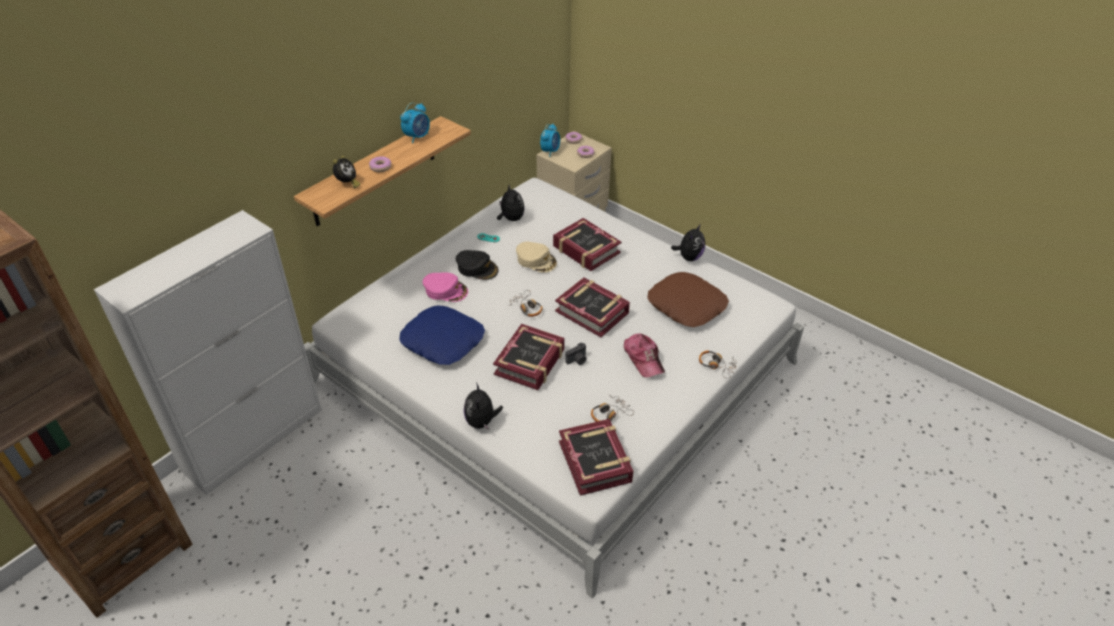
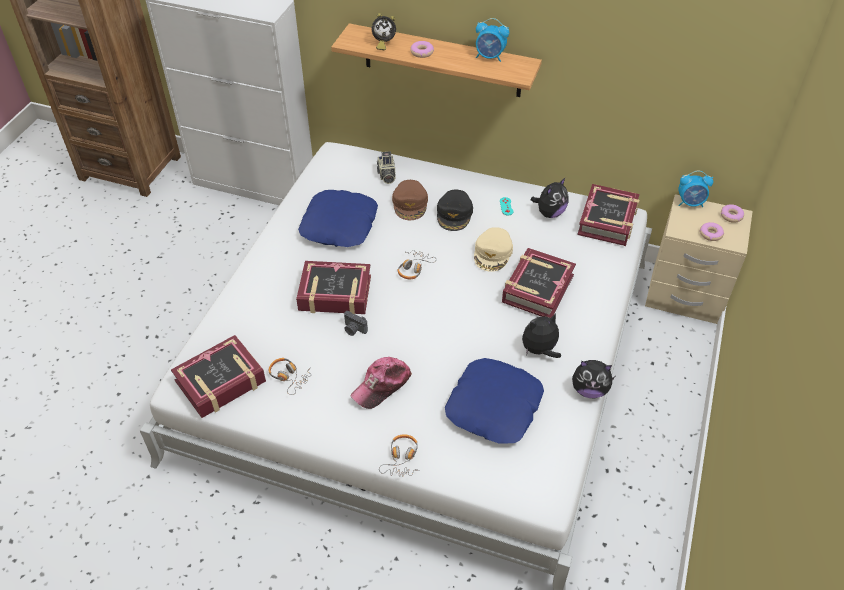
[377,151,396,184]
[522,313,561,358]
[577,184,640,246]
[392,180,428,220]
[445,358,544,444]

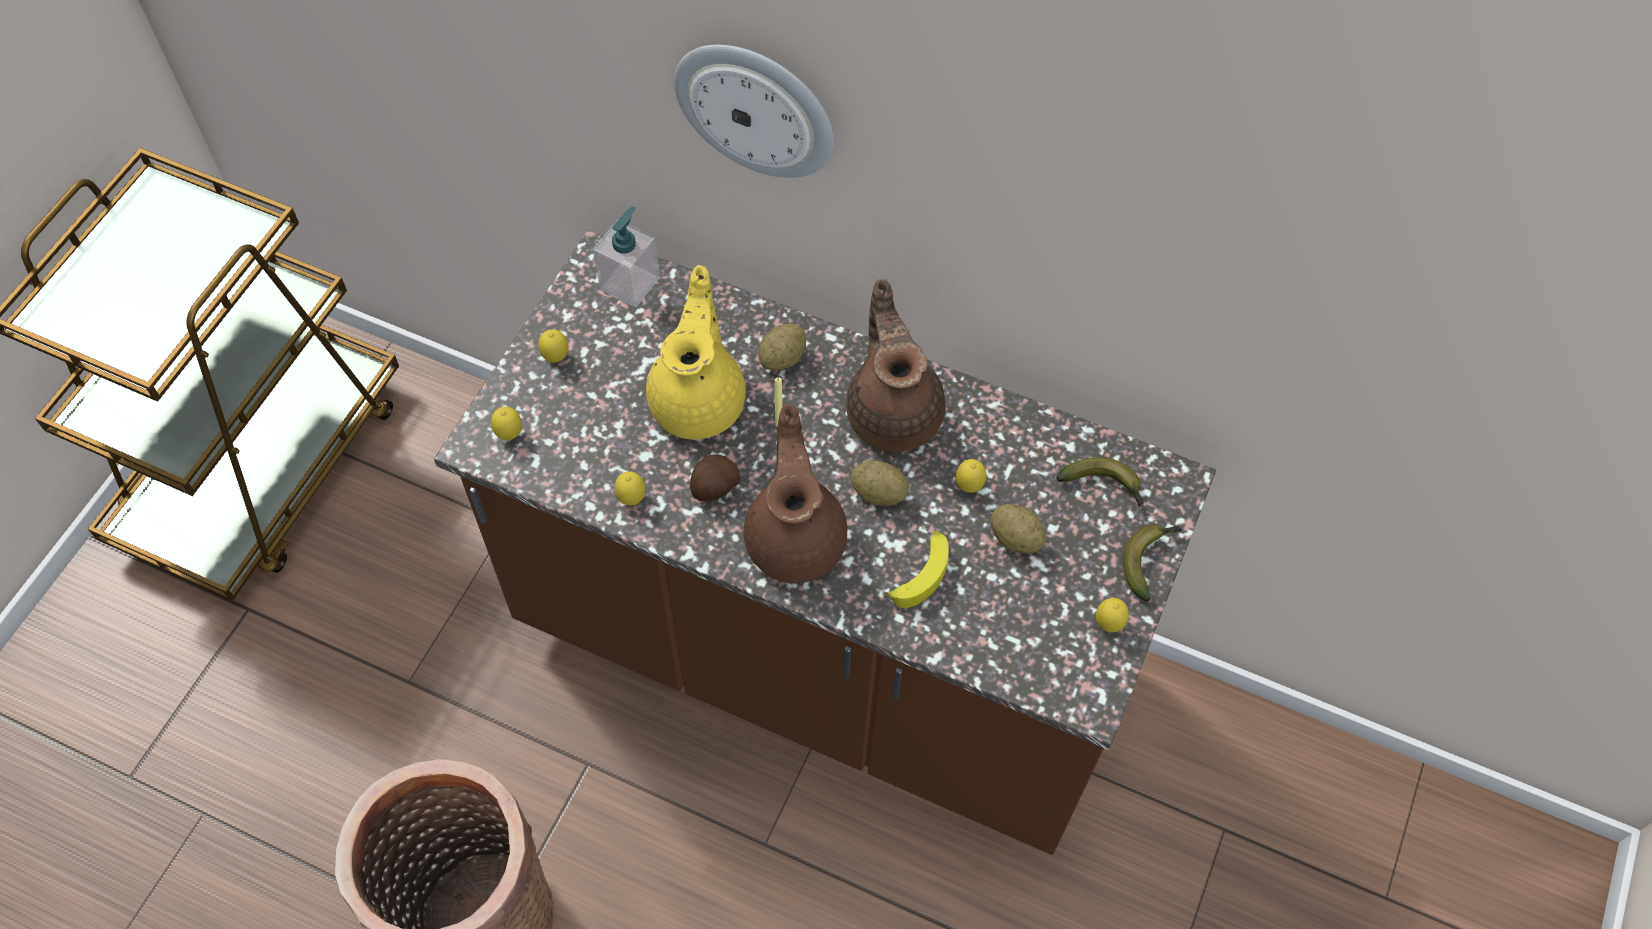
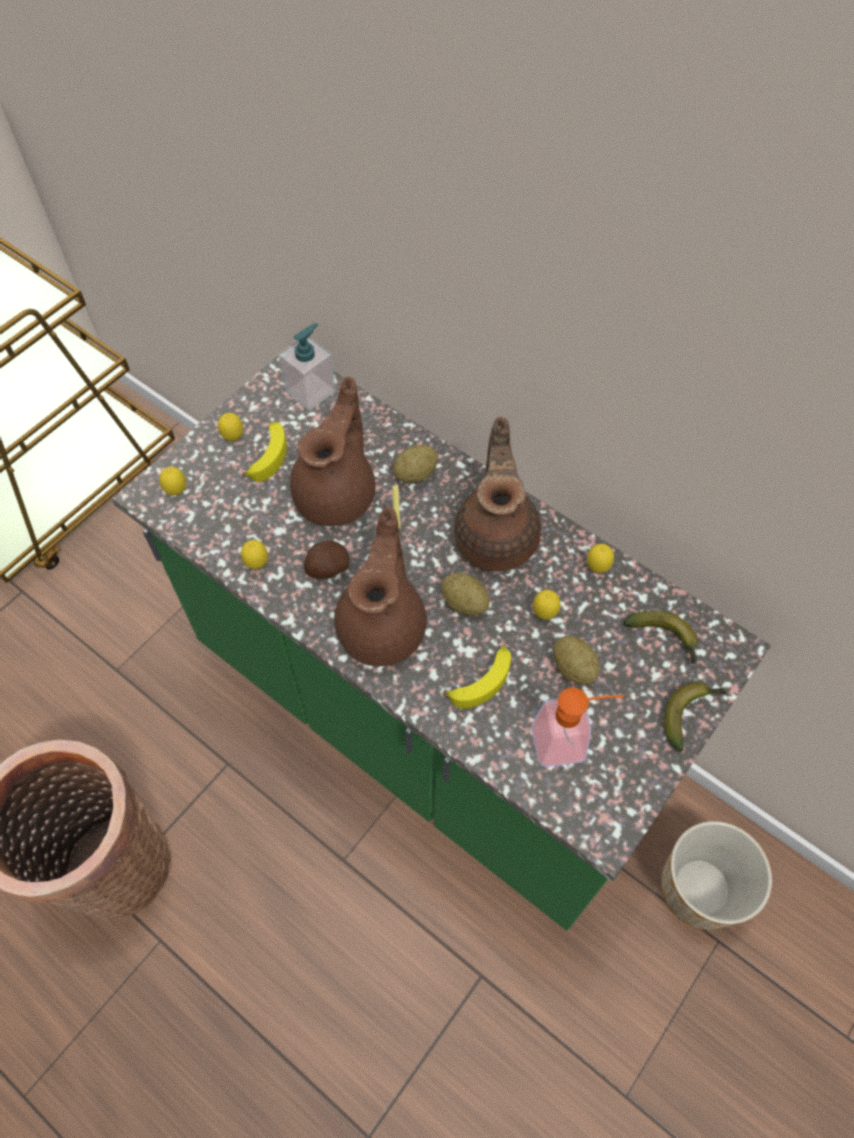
[674,45,834,178] (first image)
[242,421,287,482]
[531,687,624,767]
[661,821,772,930]
[587,544,614,573]
[112,355,771,931]
[290,376,375,526]

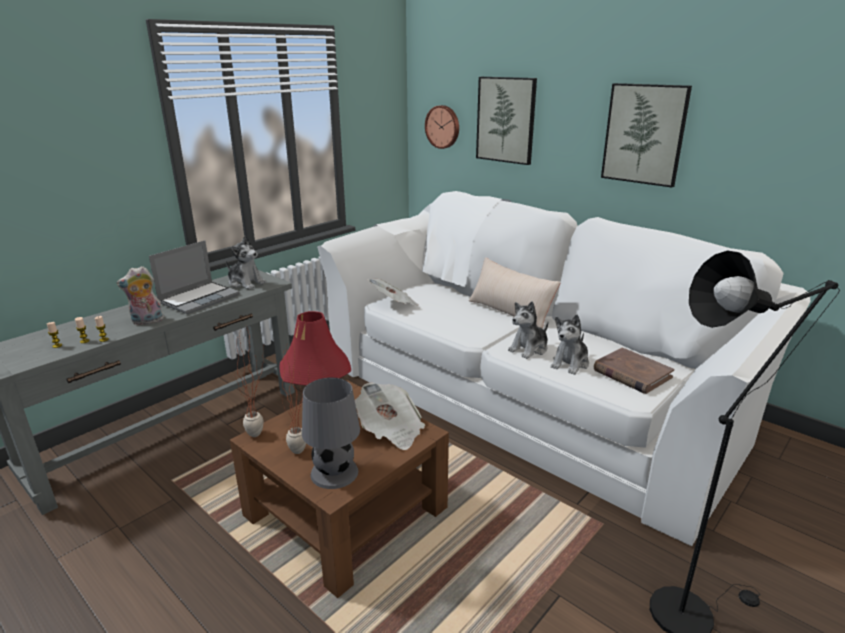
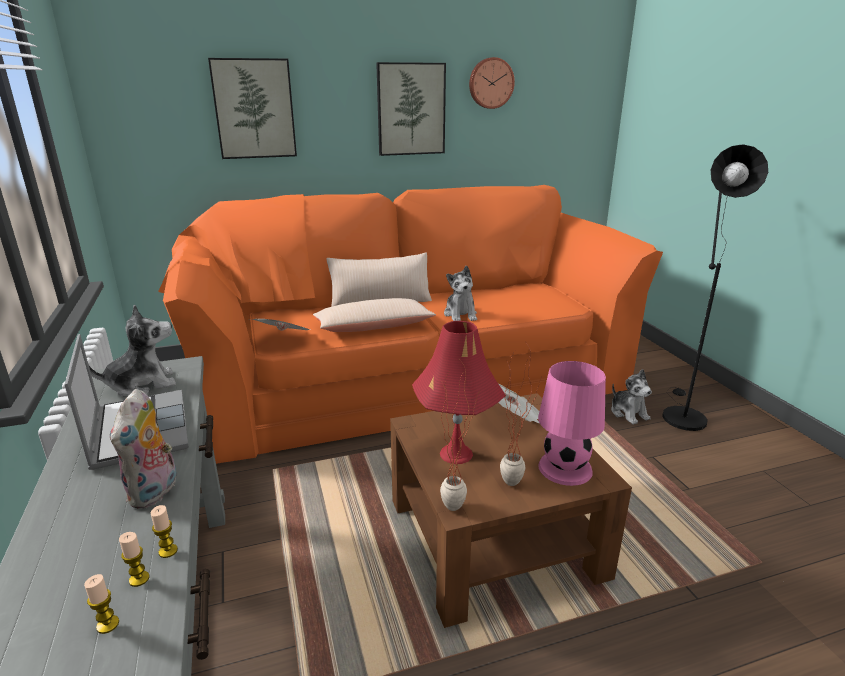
[594,347,674,394] (first image)
[313,298,436,332]
[469,57,515,109]
[611,369,652,424]
[538,361,606,486]
[158,185,663,464]

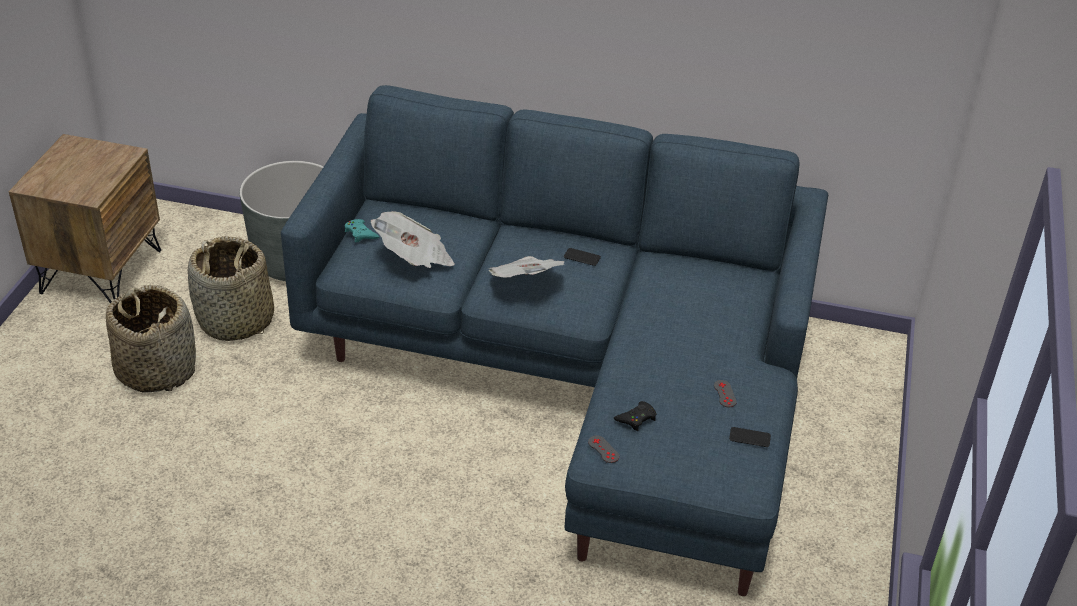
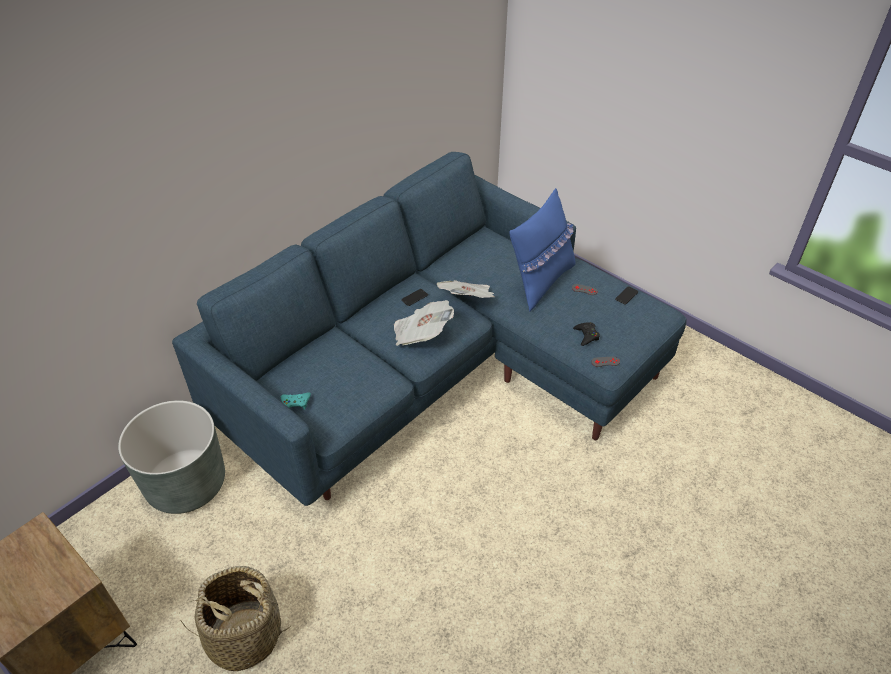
[188,236,274,341] (first image)
[509,188,576,312]
[437,280,494,298]

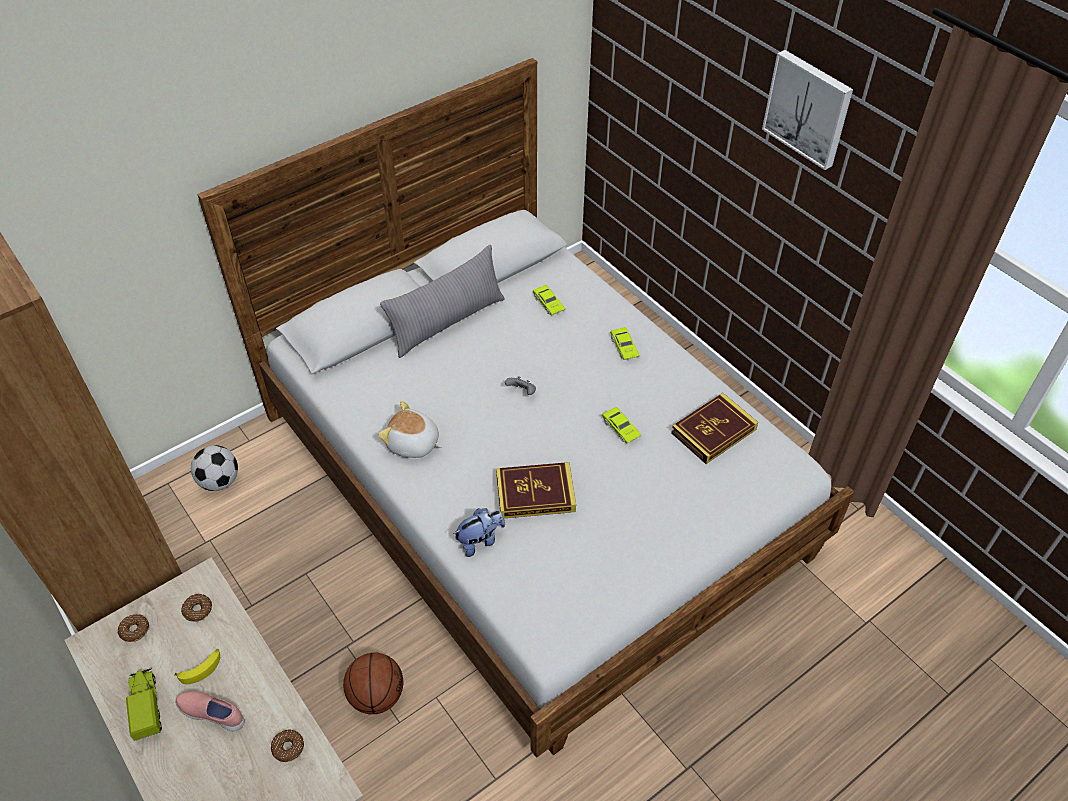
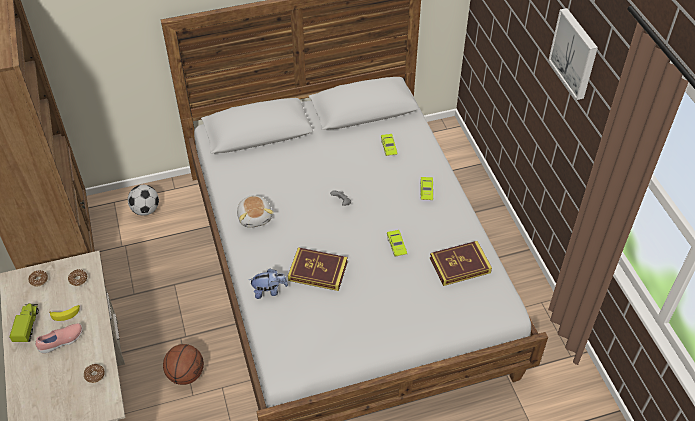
[380,245,504,358] (first image)
[35,323,83,353]
[237,195,274,228]

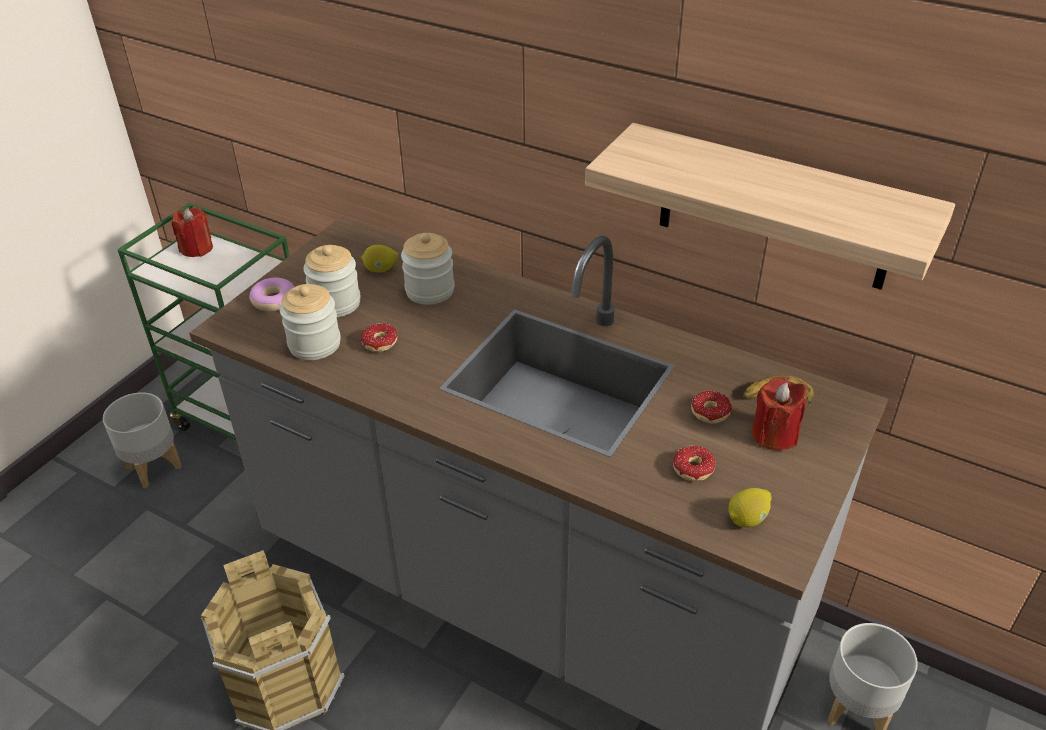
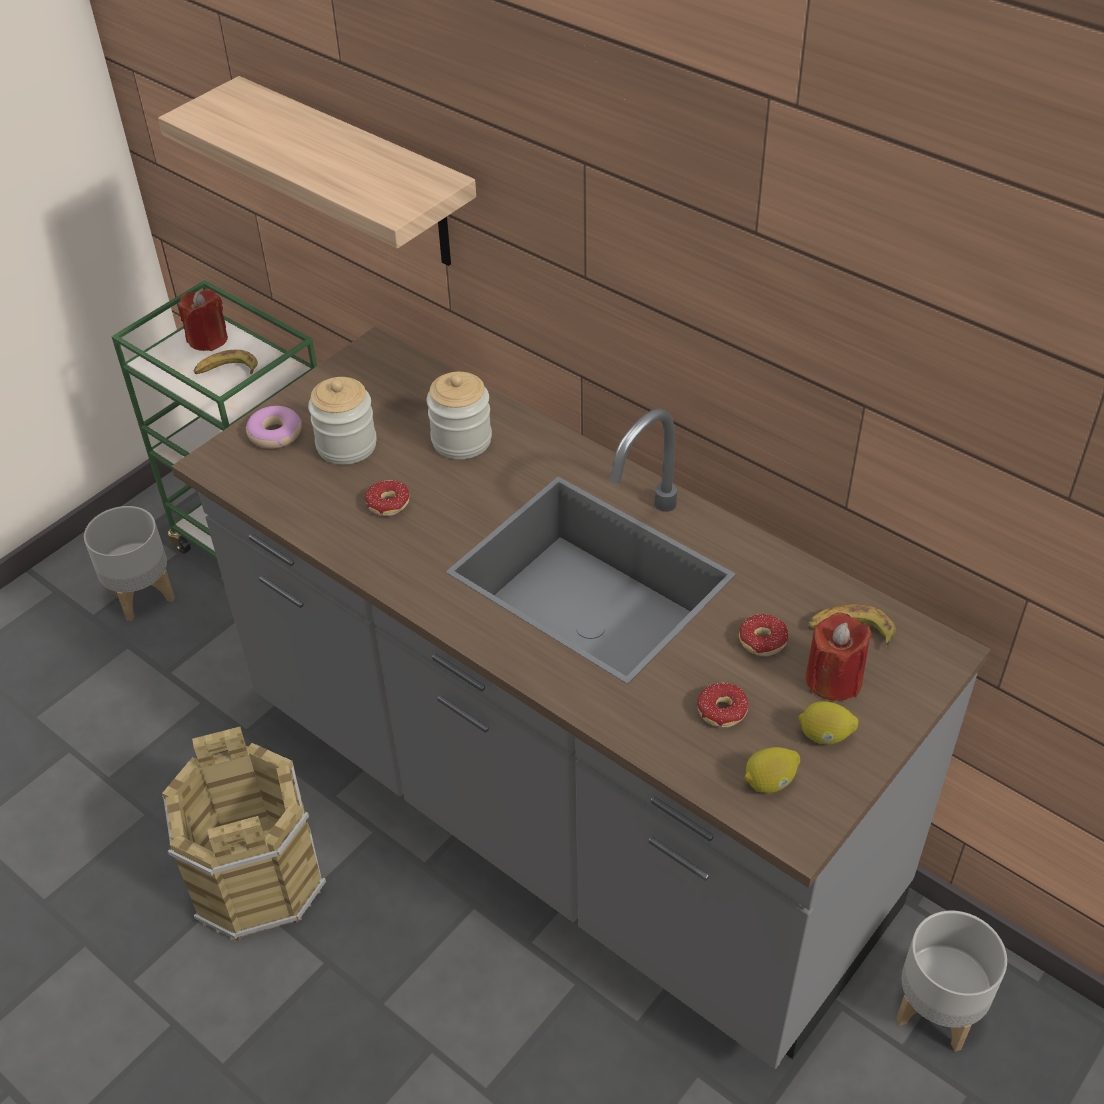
[280,284,341,360] (first image)
[194,350,258,374]
[798,701,858,744]
[158,76,476,266]

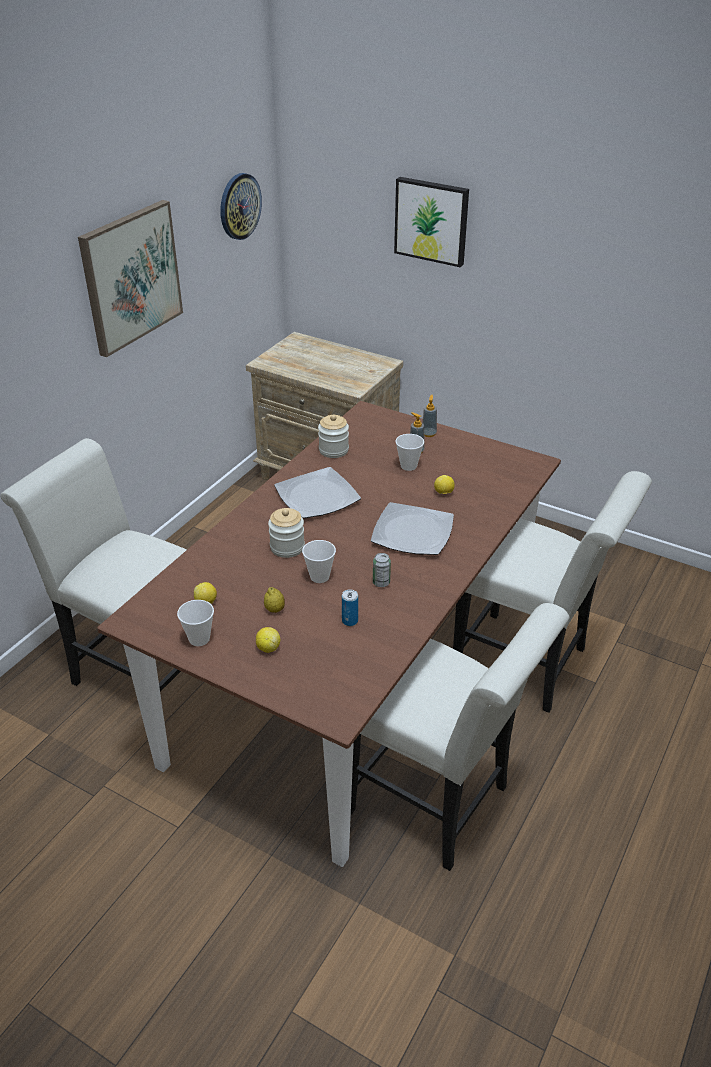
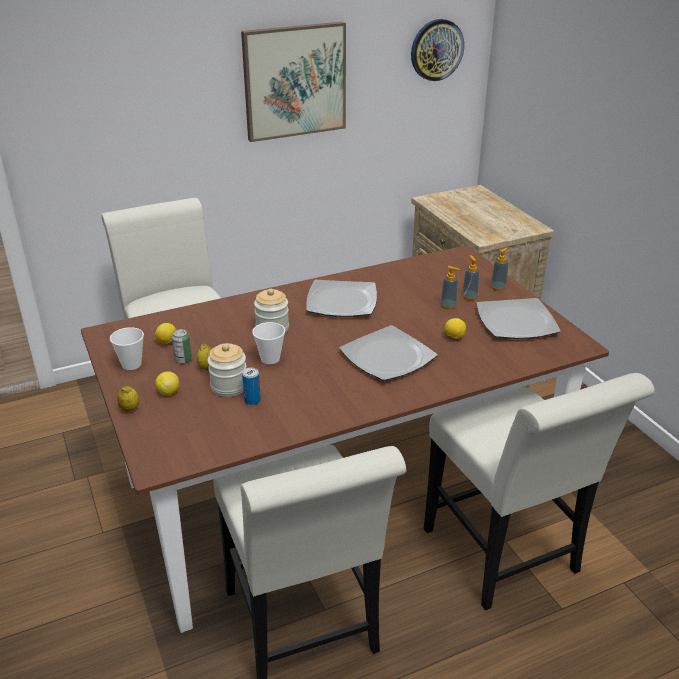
[394,177,469,267] (first image)
[117,386,139,412]
[476,298,561,339]
[208,343,246,397]
[172,329,192,363]
[440,266,460,310]

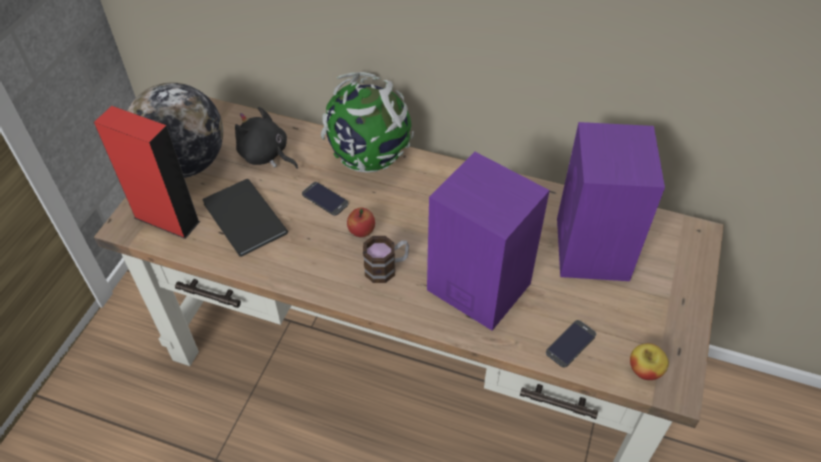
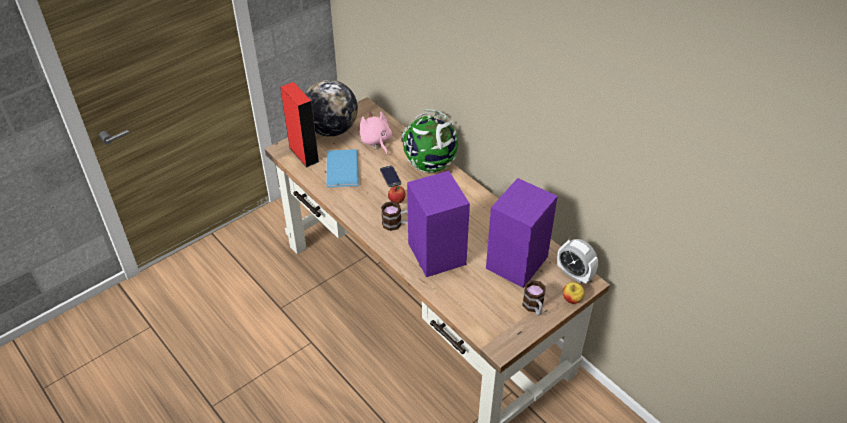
[546,320,596,368] (first image)
[522,280,546,316]
[557,239,598,284]
[563,282,585,304]
[326,149,359,188]
[360,112,392,155]

